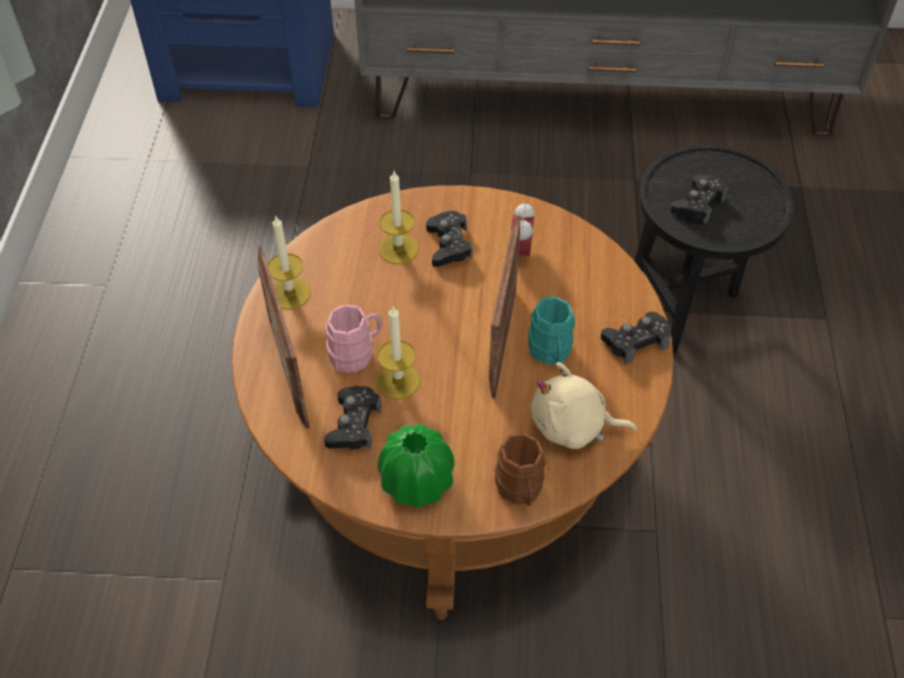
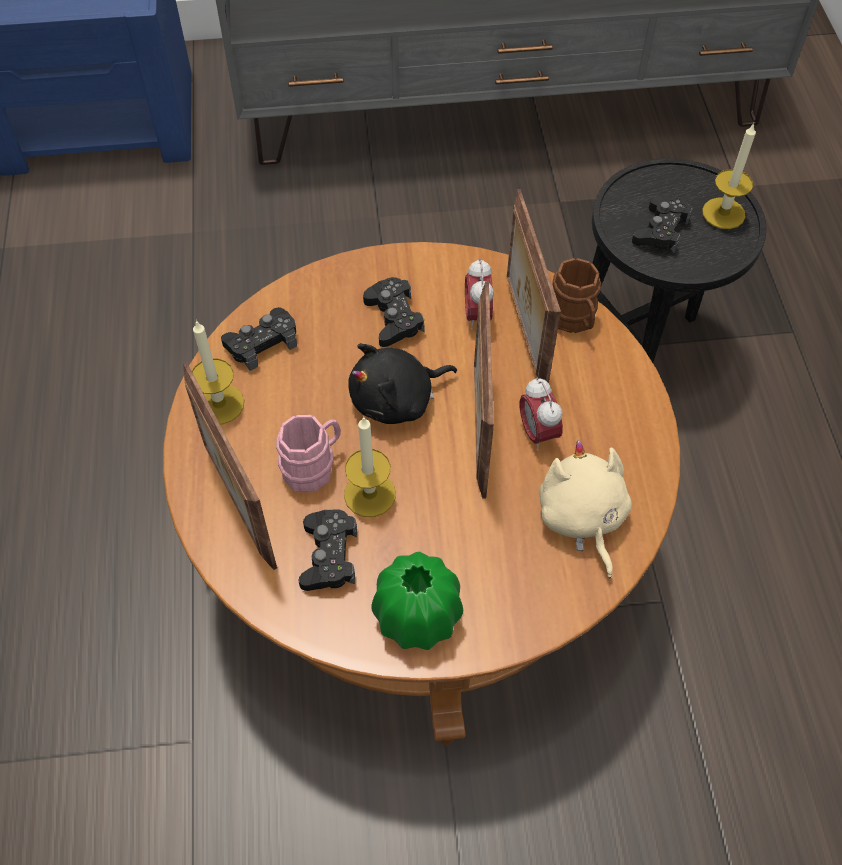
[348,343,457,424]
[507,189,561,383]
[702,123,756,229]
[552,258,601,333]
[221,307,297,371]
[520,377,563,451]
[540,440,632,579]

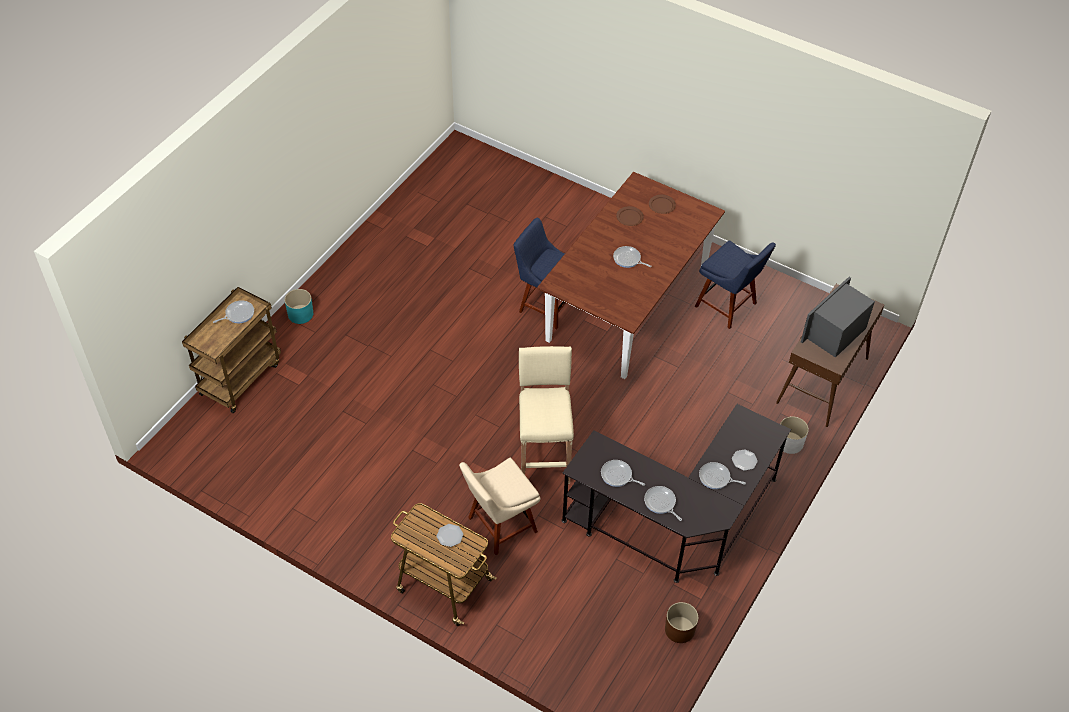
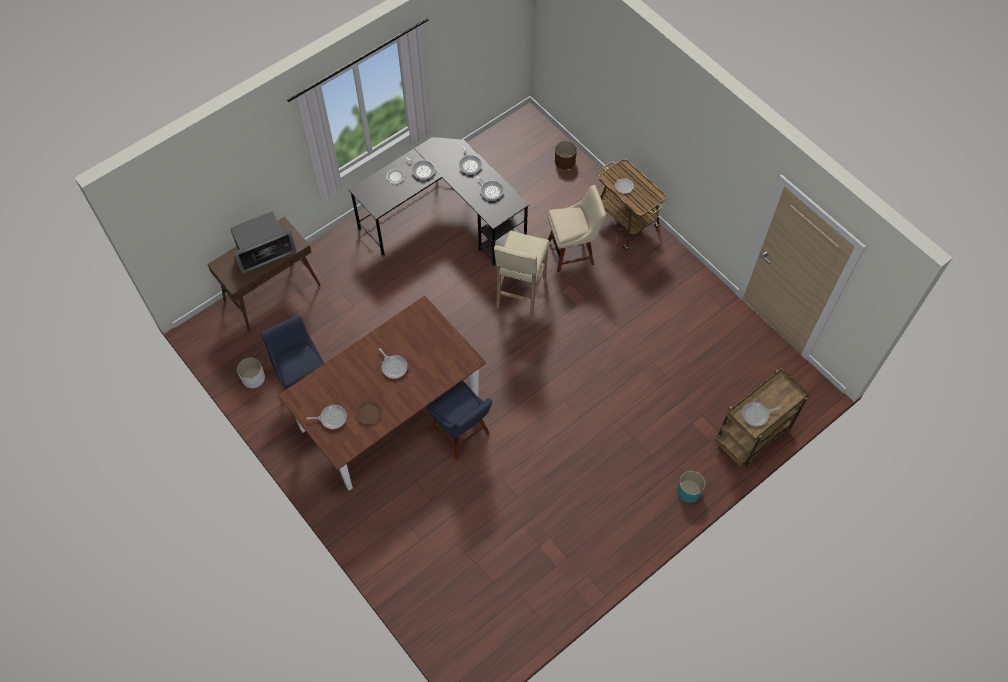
[555,141,577,169]
[237,358,265,388]
[306,405,347,429]

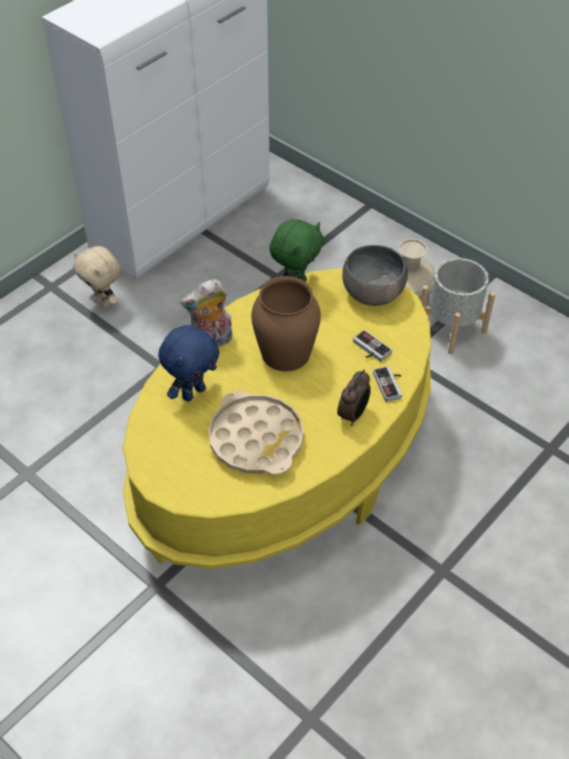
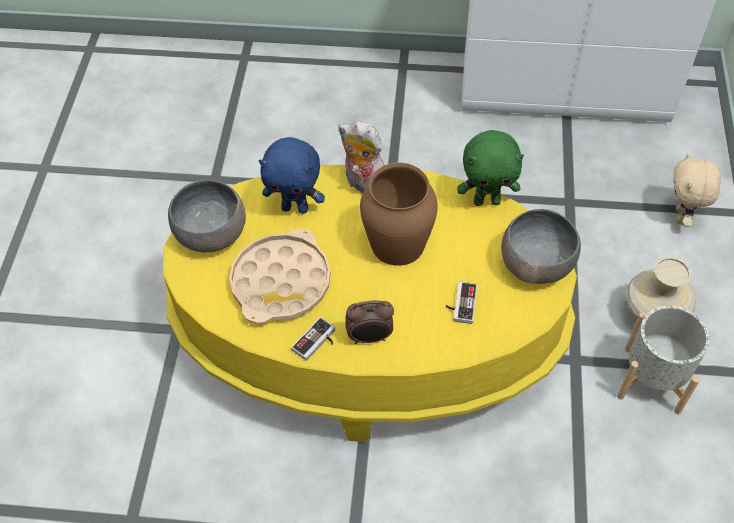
[168,180,246,252]
[673,153,721,227]
[291,317,335,361]

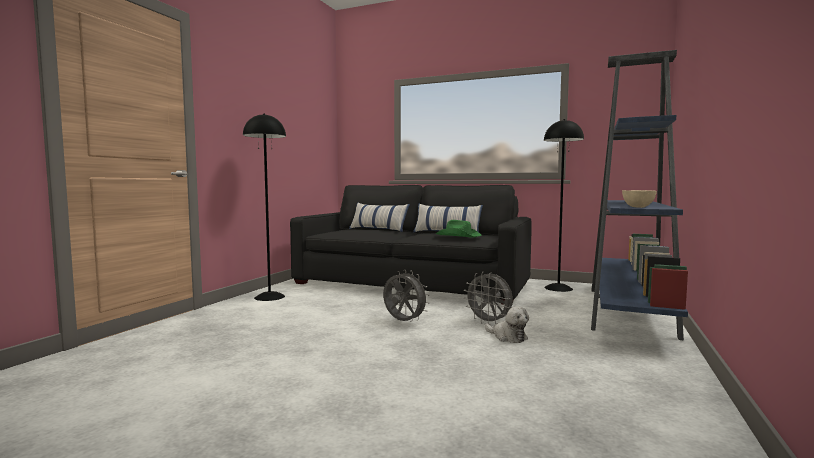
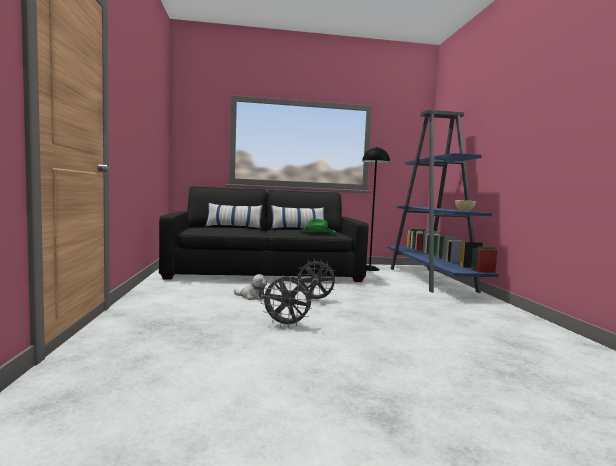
[243,113,286,301] (first image)
[261,275,312,328]
[234,274,267,300]

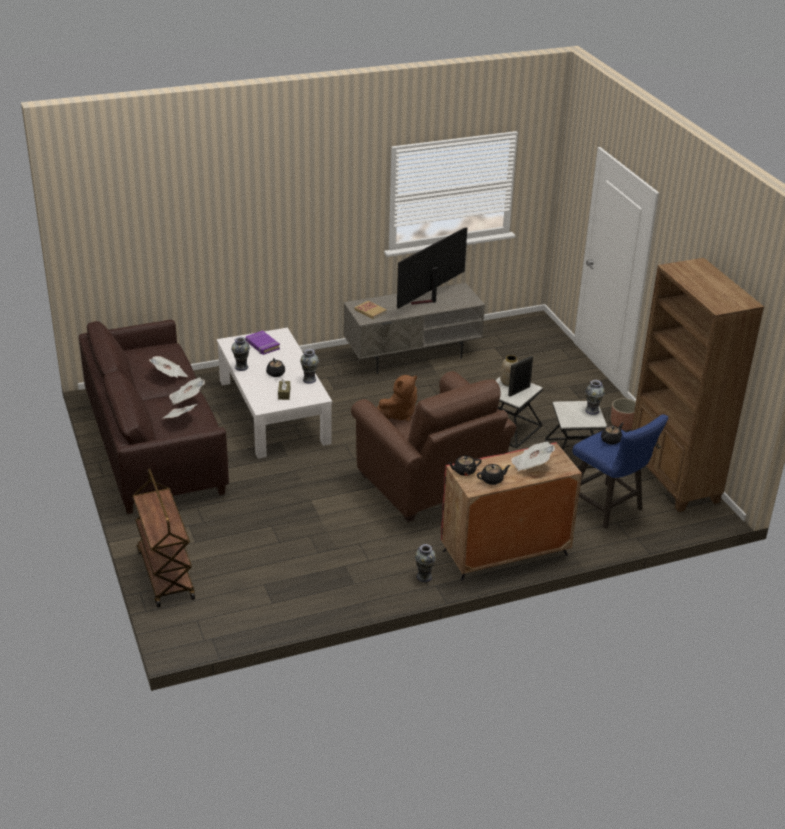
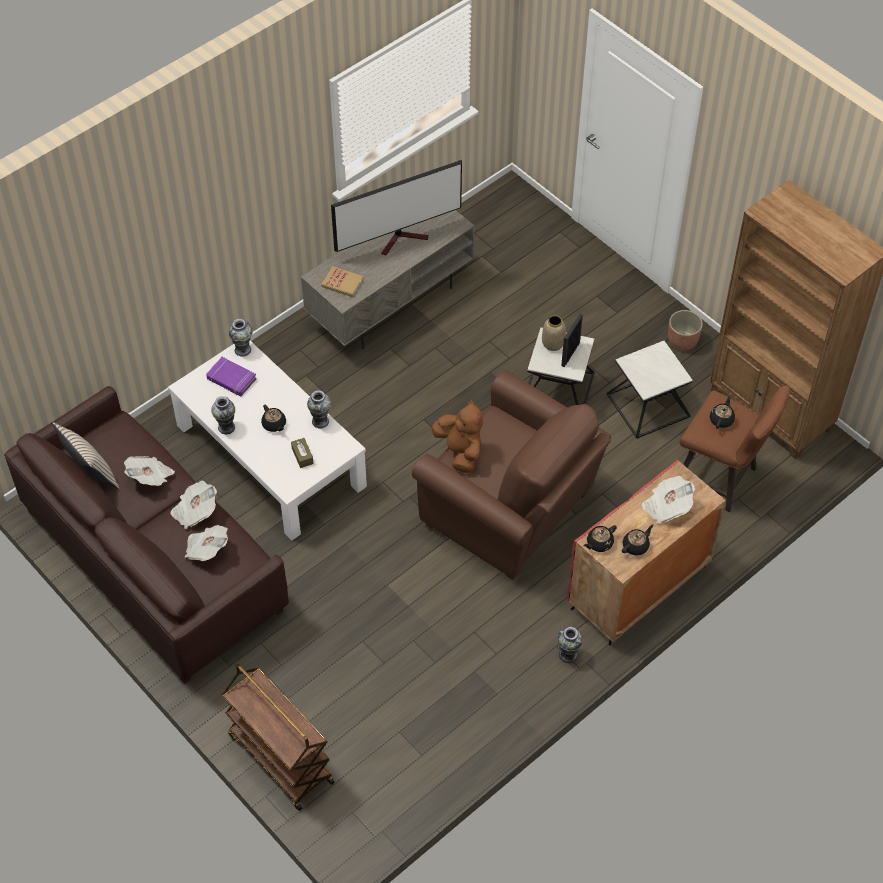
[52,422,119,489]
[229,319,253,357]
[679,385,790,512]
[432,399,483,473]
[331,160,462,255]

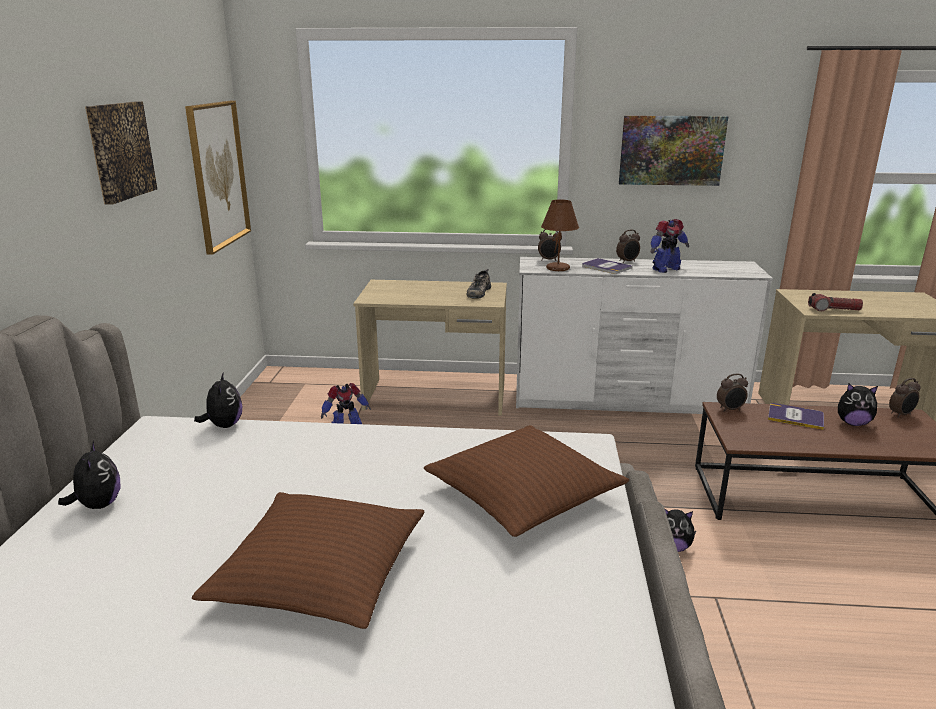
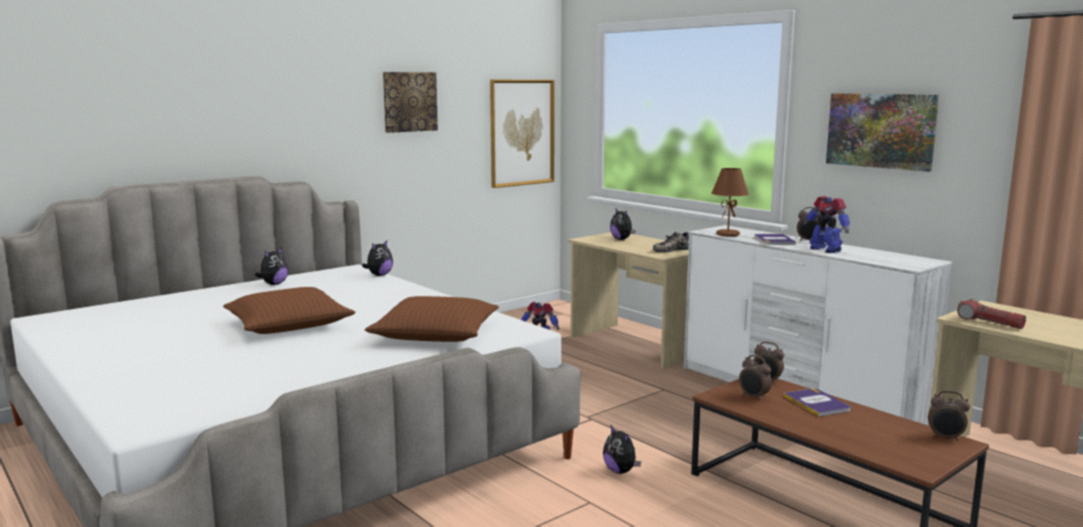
[739,355,772,401]
[610,208,635,240]
[803,196,850,253]

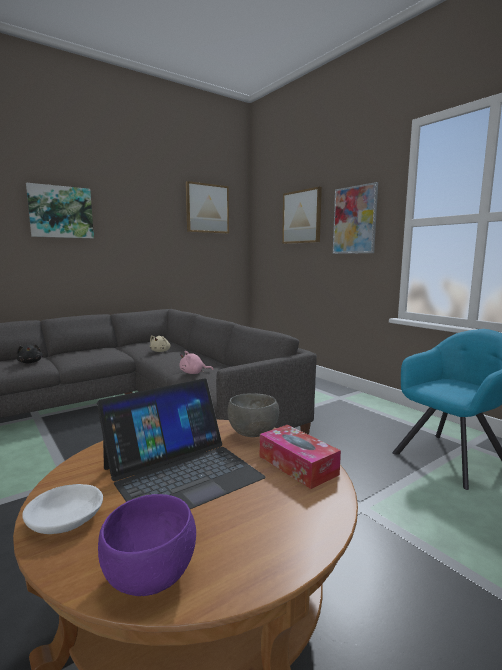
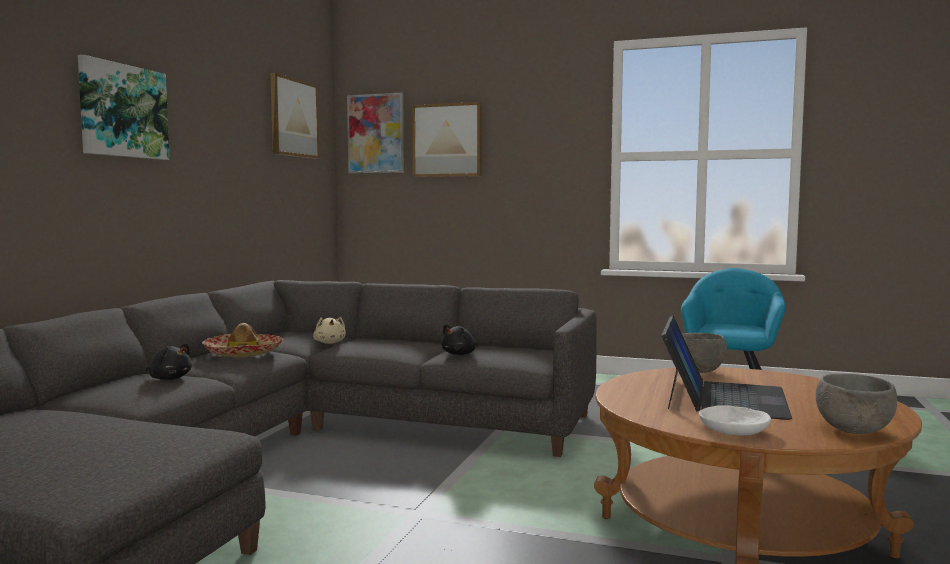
[260,425,341,489] (first image)
[202,323,283,357]
[347,92,404,173]
[816,374,897,434]
[441,324,478,355]

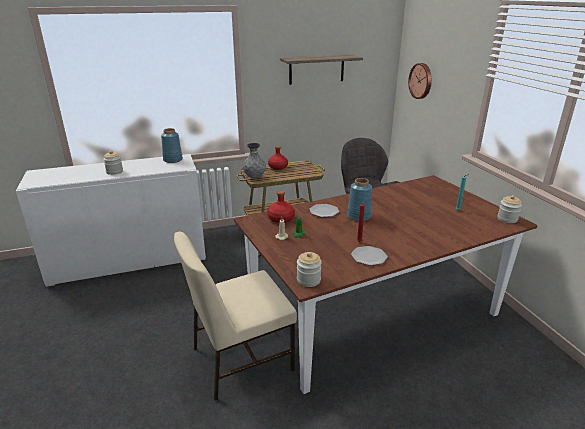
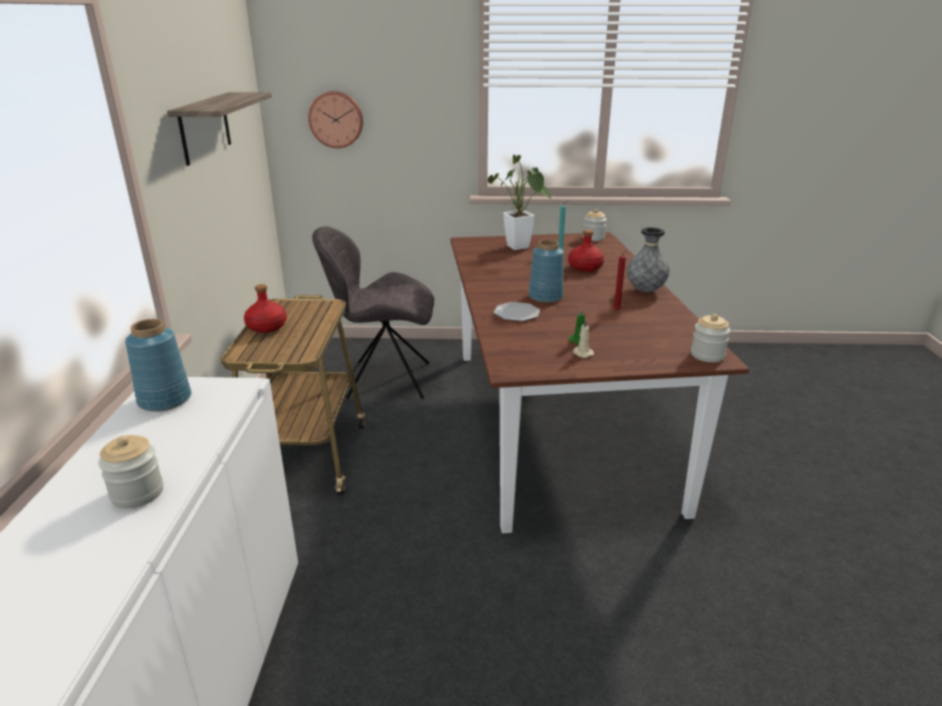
[174,232,297,401] (first image)
[351,246,388,266] (first image)
[488,155,552,250]
[627,227,670,292]
[568,230,604,272]

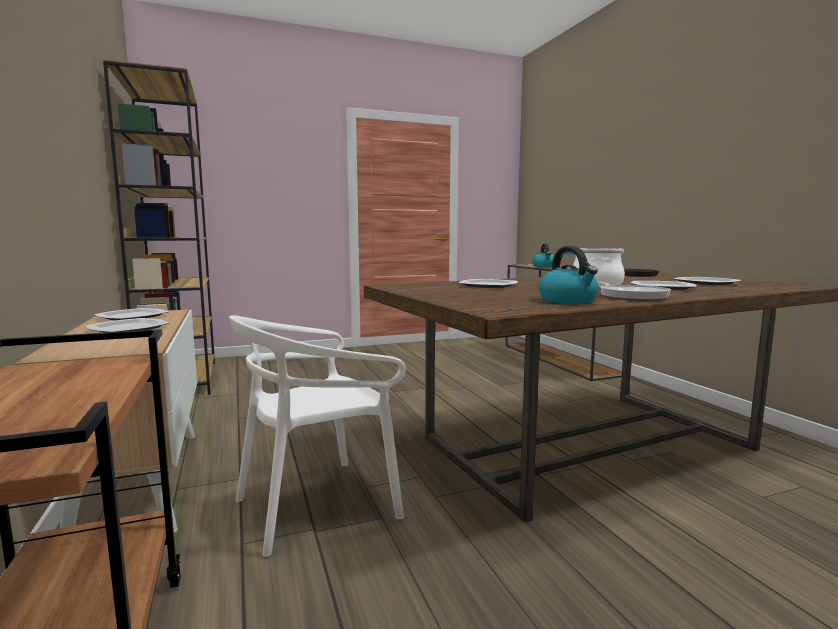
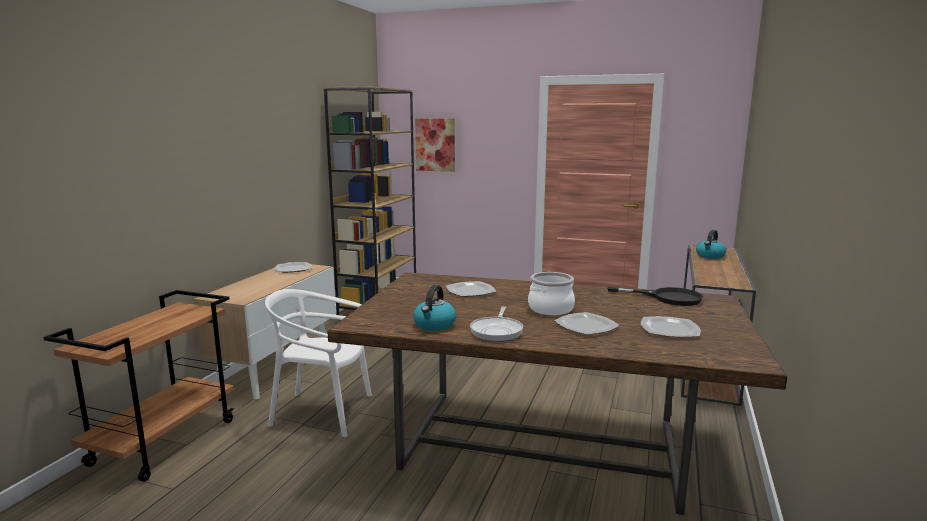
[85,318,169,333] (first image)
[415,119,455,172]

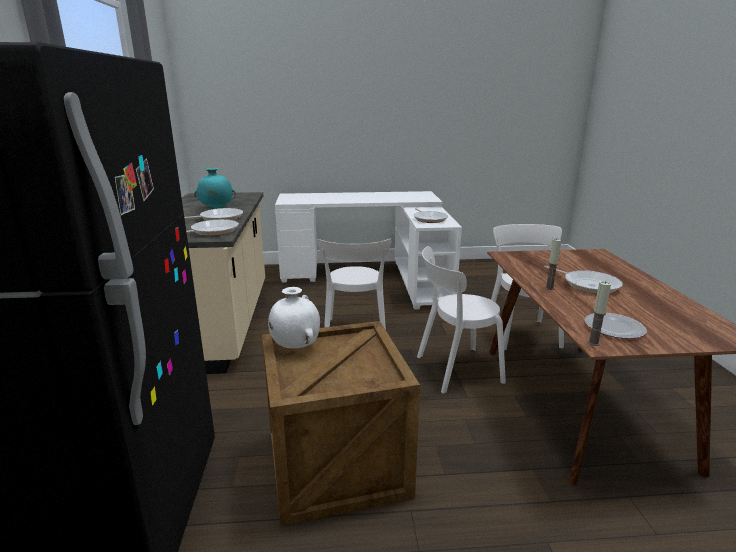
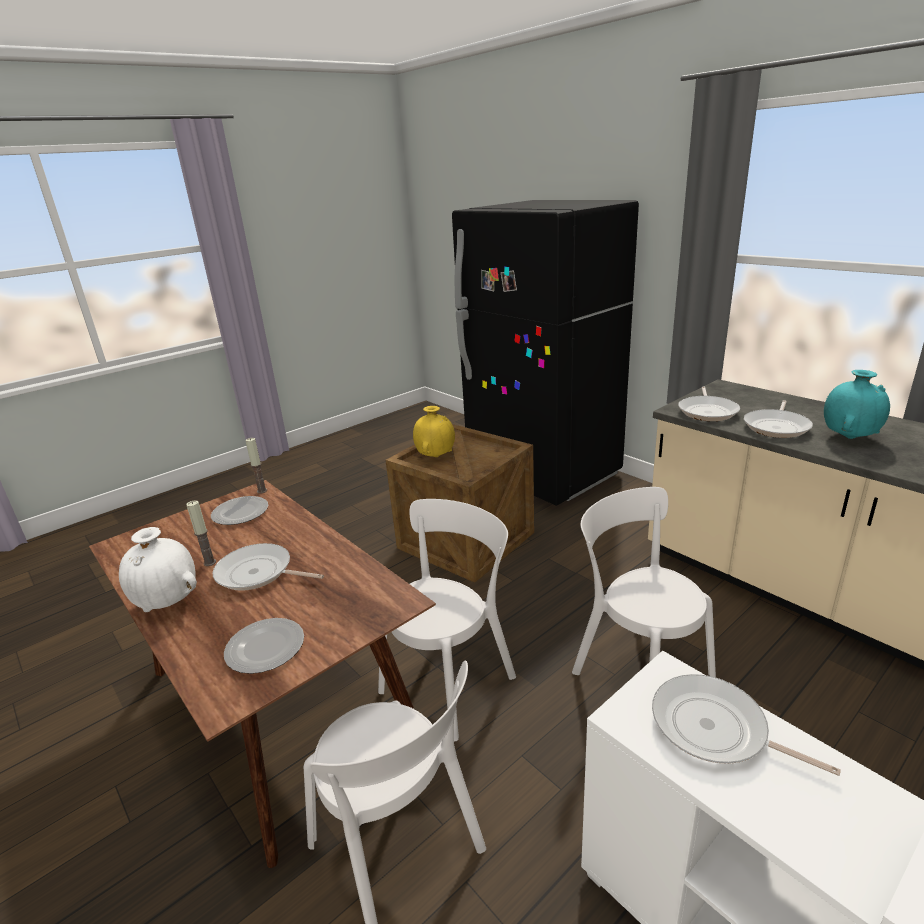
[224,618,304,674]
[413,406,455,457]
[119,527,197,612]
[186,500,216,566]

